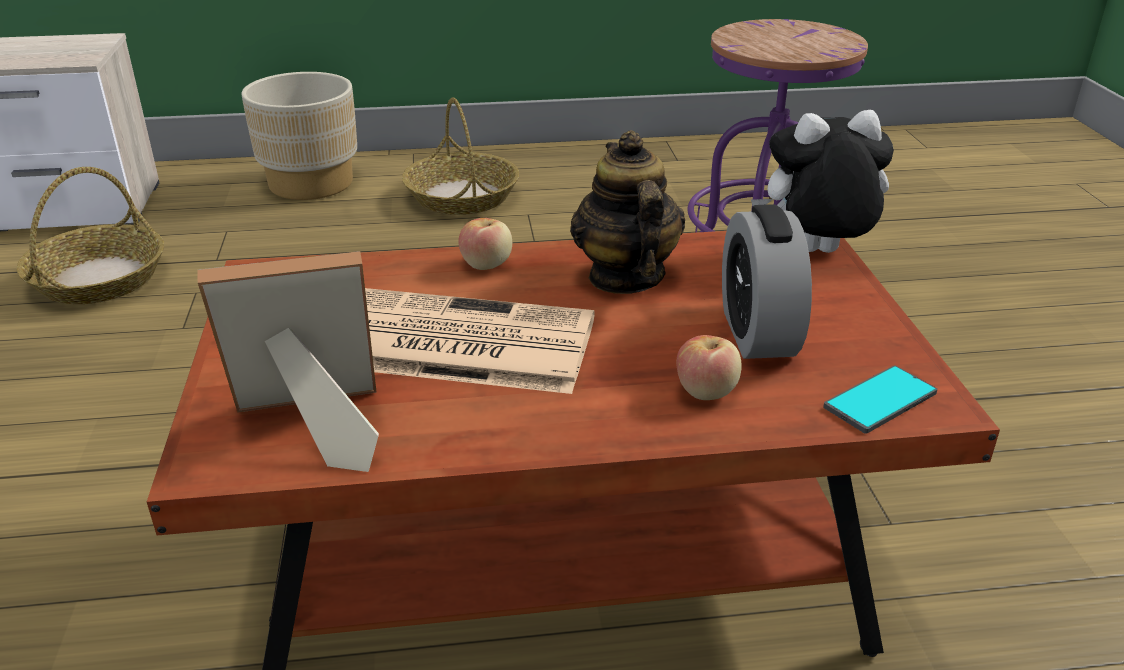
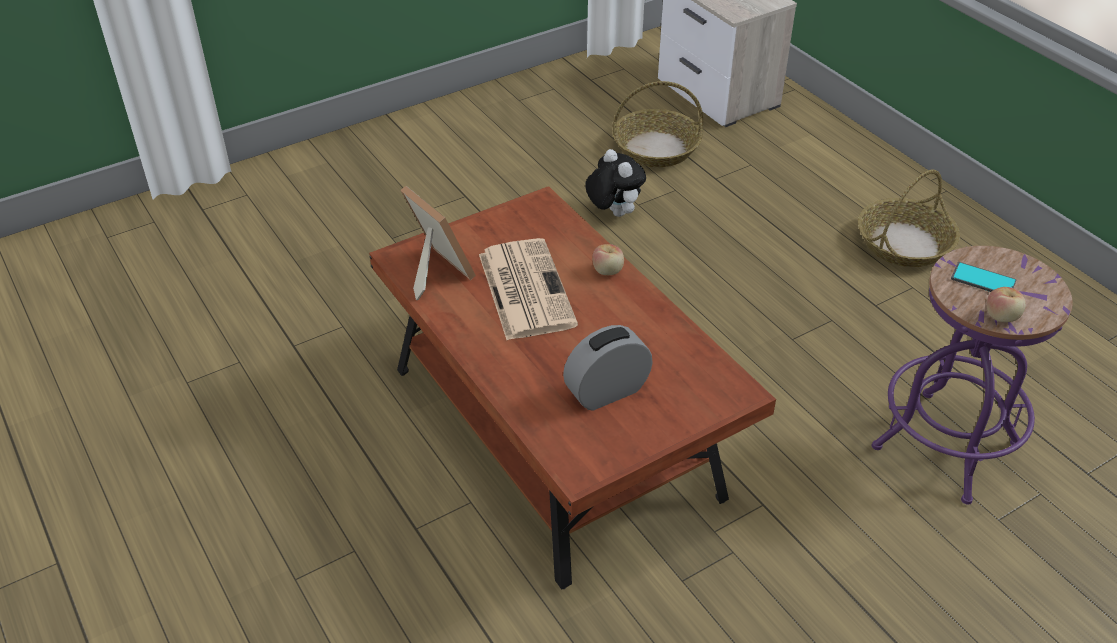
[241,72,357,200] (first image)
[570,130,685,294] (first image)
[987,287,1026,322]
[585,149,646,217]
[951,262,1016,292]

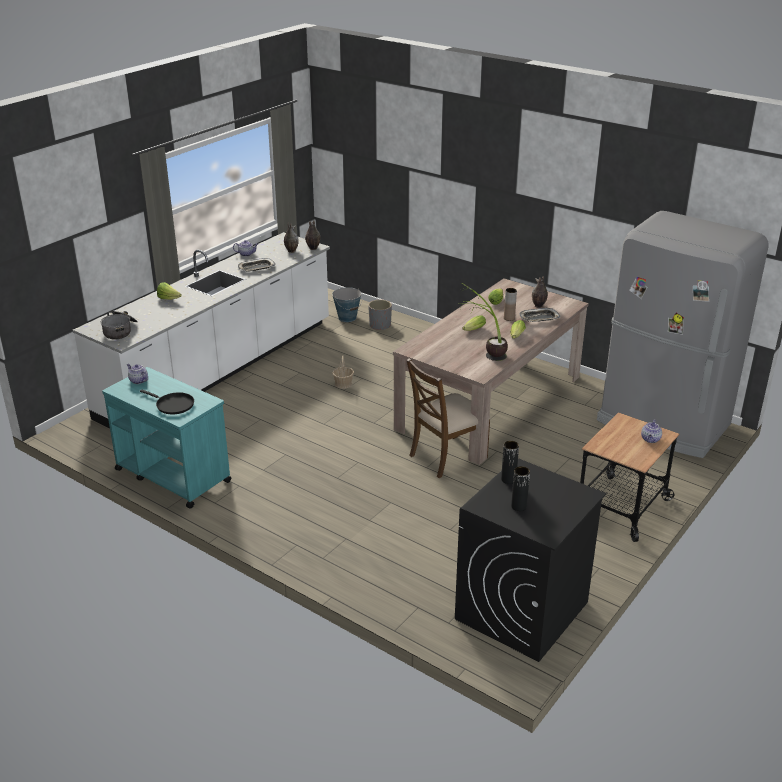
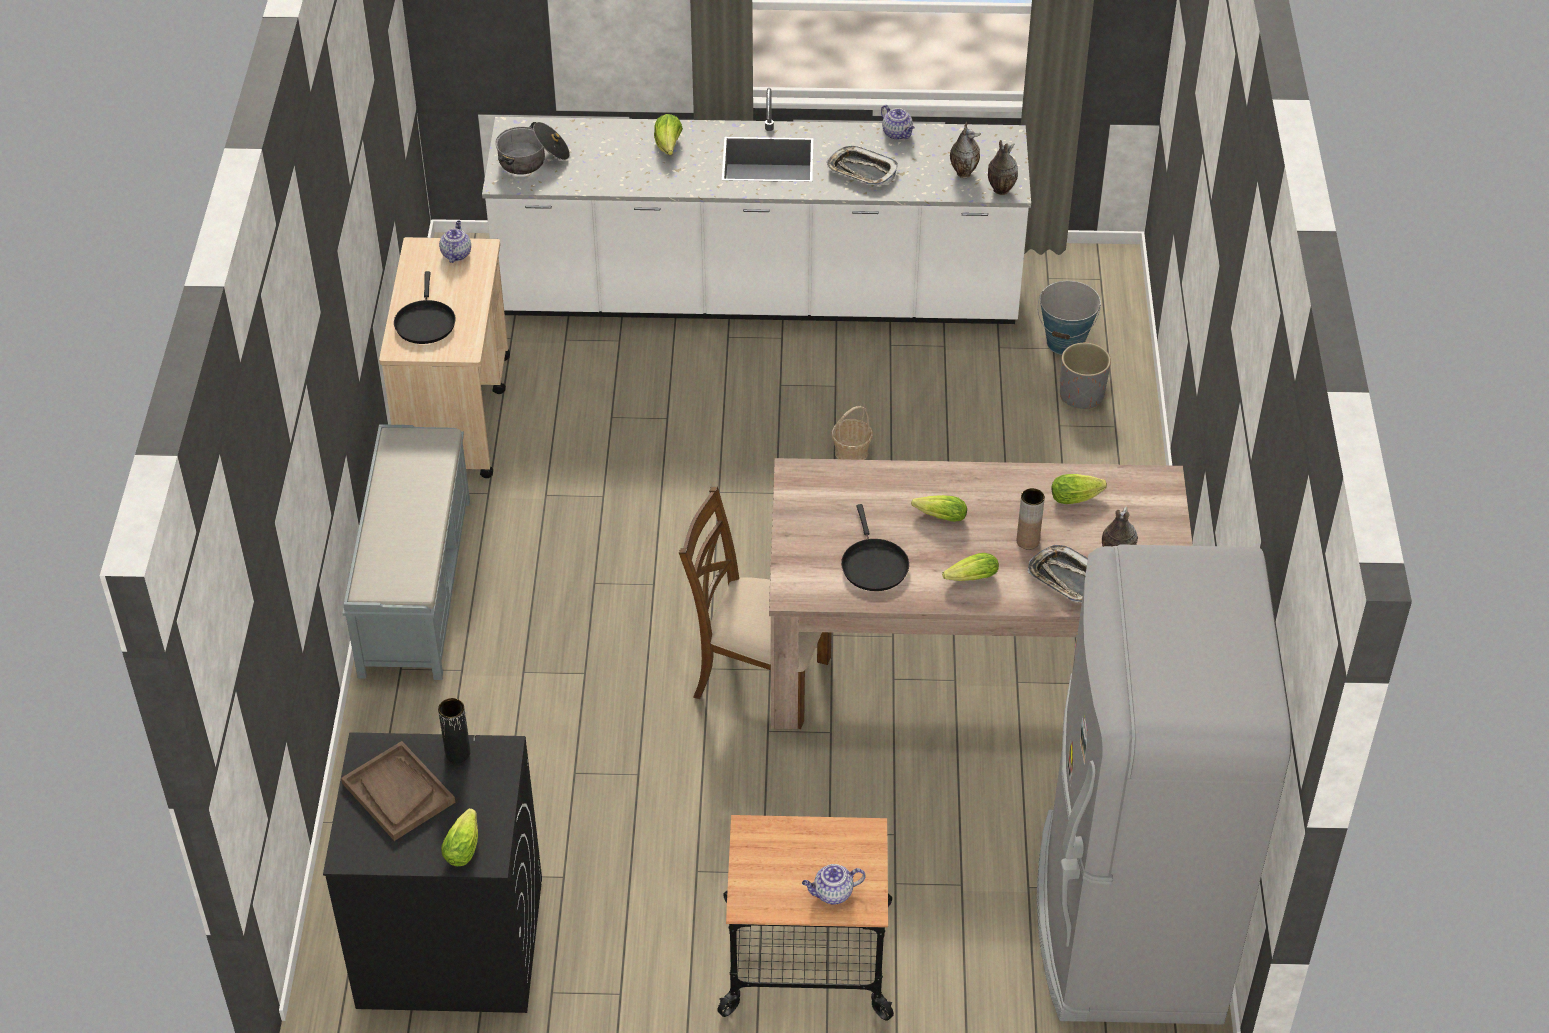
[342,424,470,680]
[441,808,478,866]
[841,504,909,591]
[341,741,455,841]
[379,237,510,478]

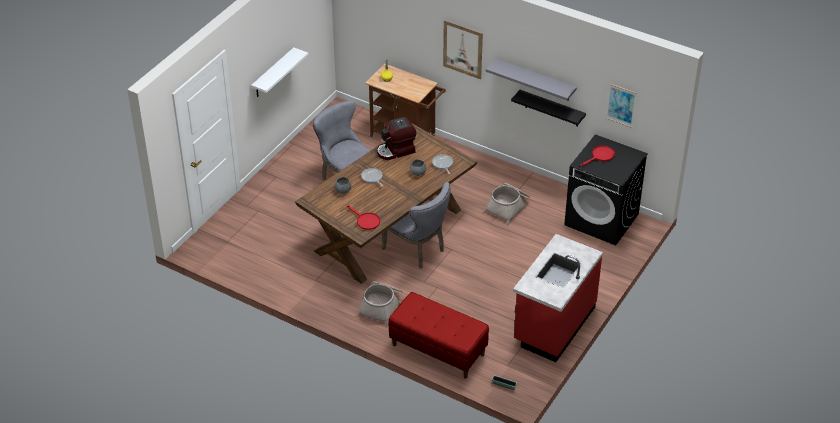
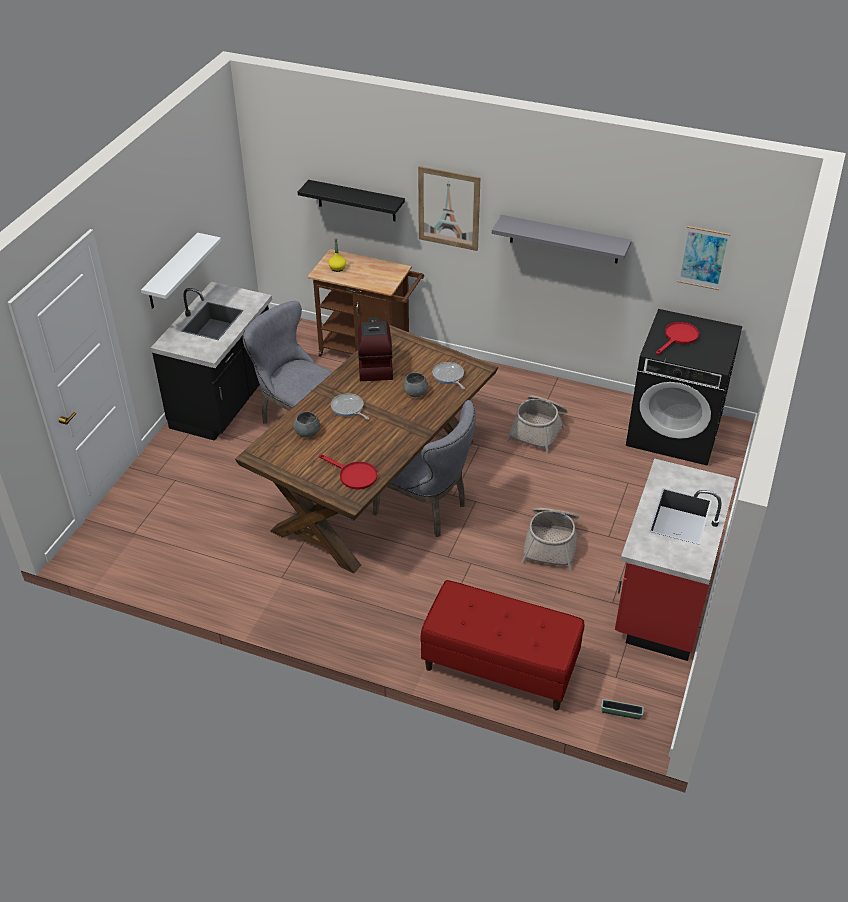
[151,282,272,441]
[521,508,579,571]
[298,180,405,221]
[357,317,393,381]

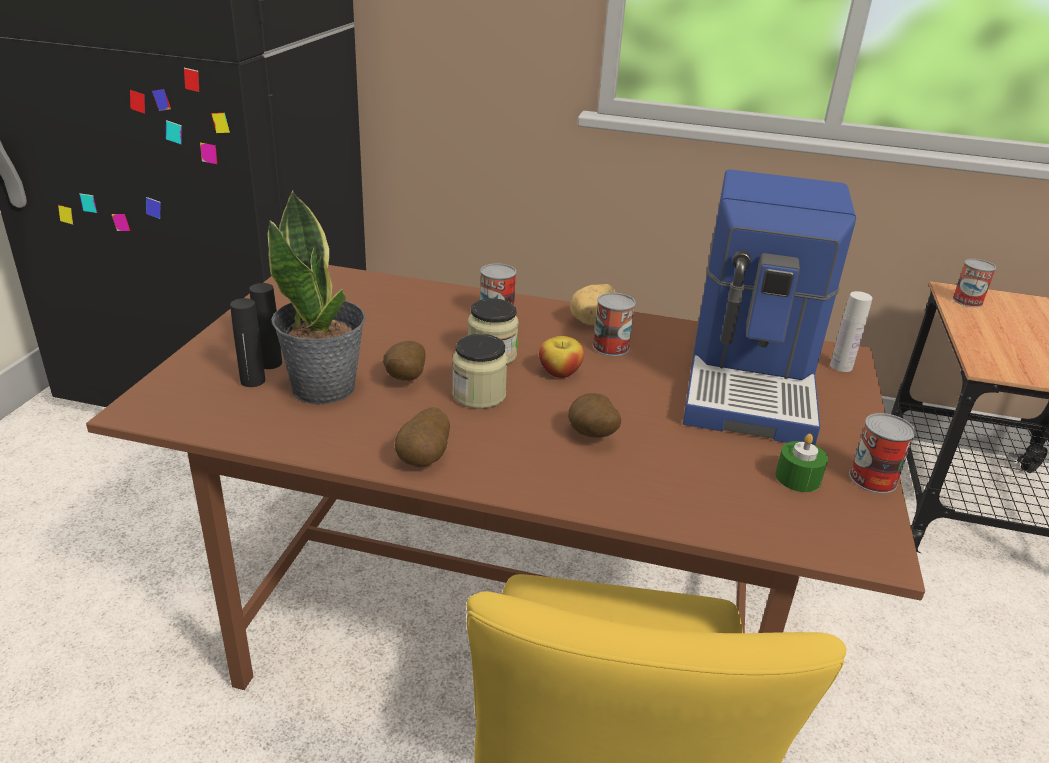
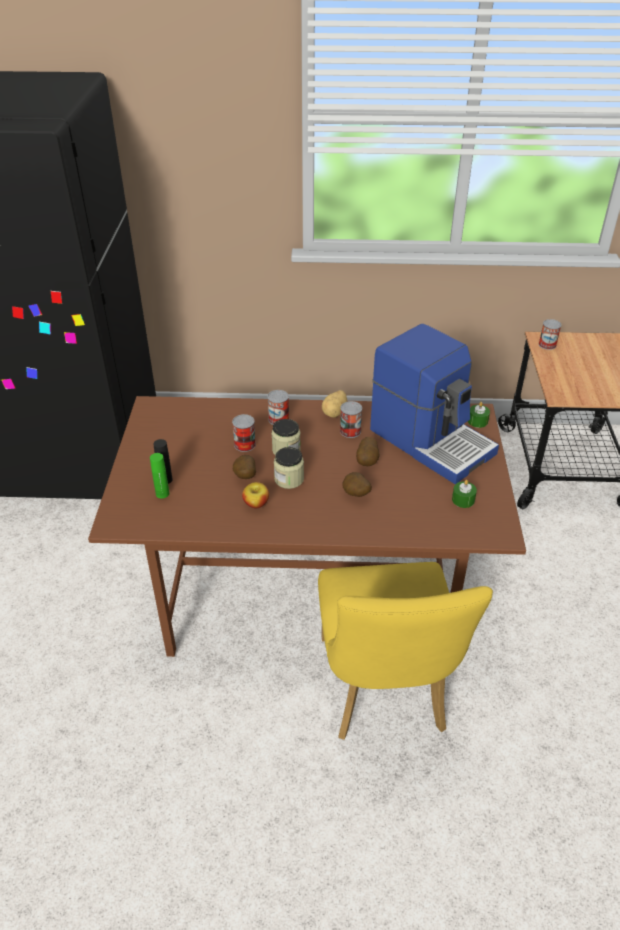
[268,190,366,404] (first image)
[356,437,380,466]
[242,482,269,508]
[232,414,256,452]
[468,402,490,428]
[150,453,169,499]
[370,324,499,484]

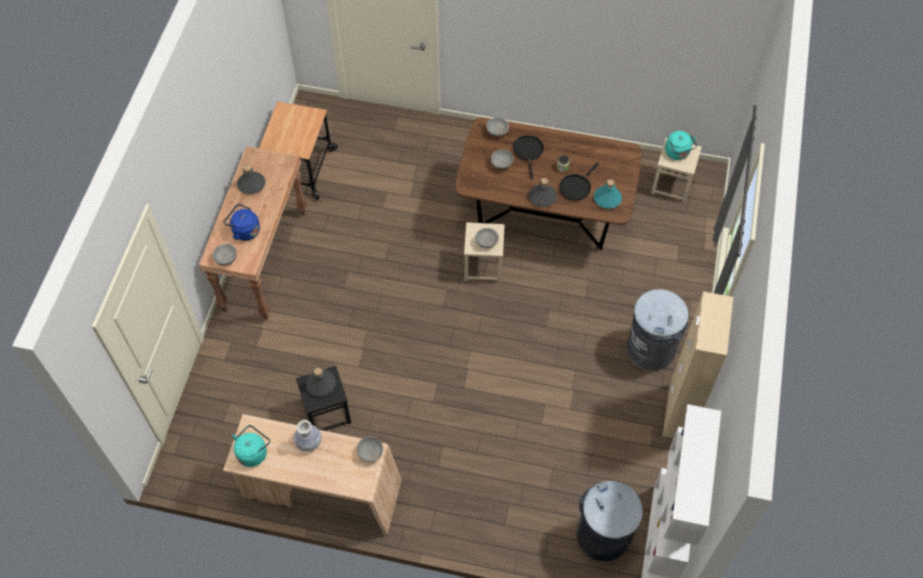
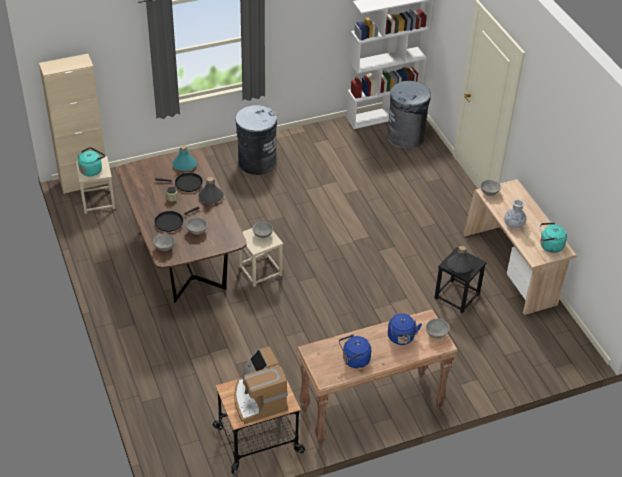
[234,346,288,425]
[39,54,108,194]
[339,334,371,368]

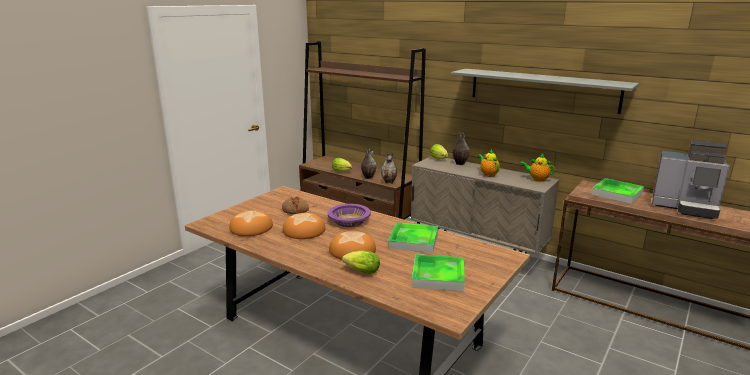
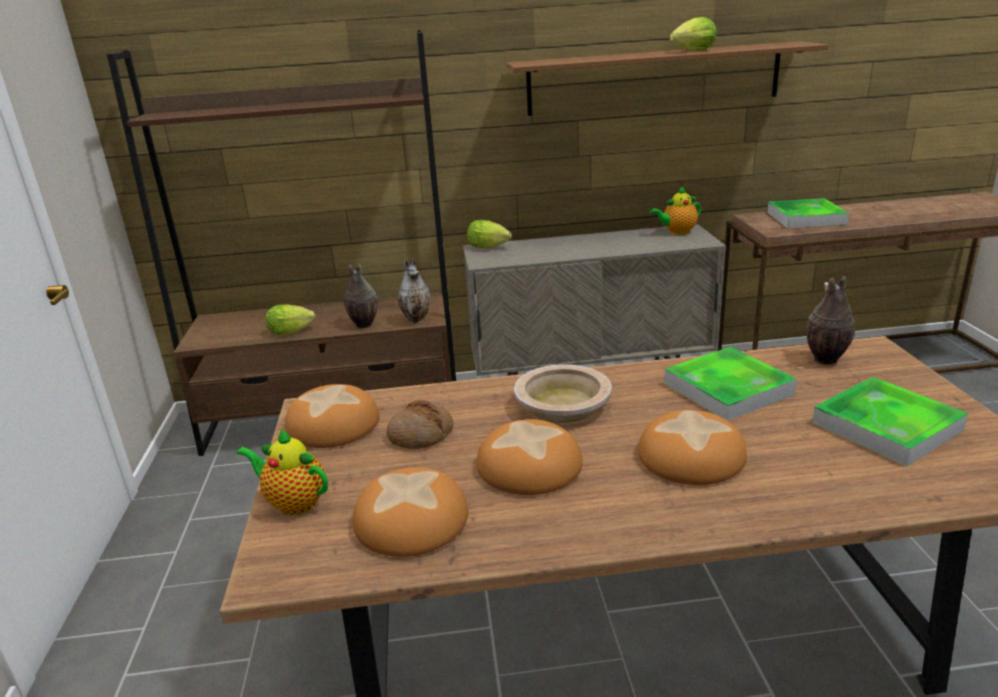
[652,140,730,219] (first image)
[285,384,379,448]
[670,17,717,51]
[807,276,855,365]
[236,428,328,515]
[514,364,612,423]
[506,41,829,116]

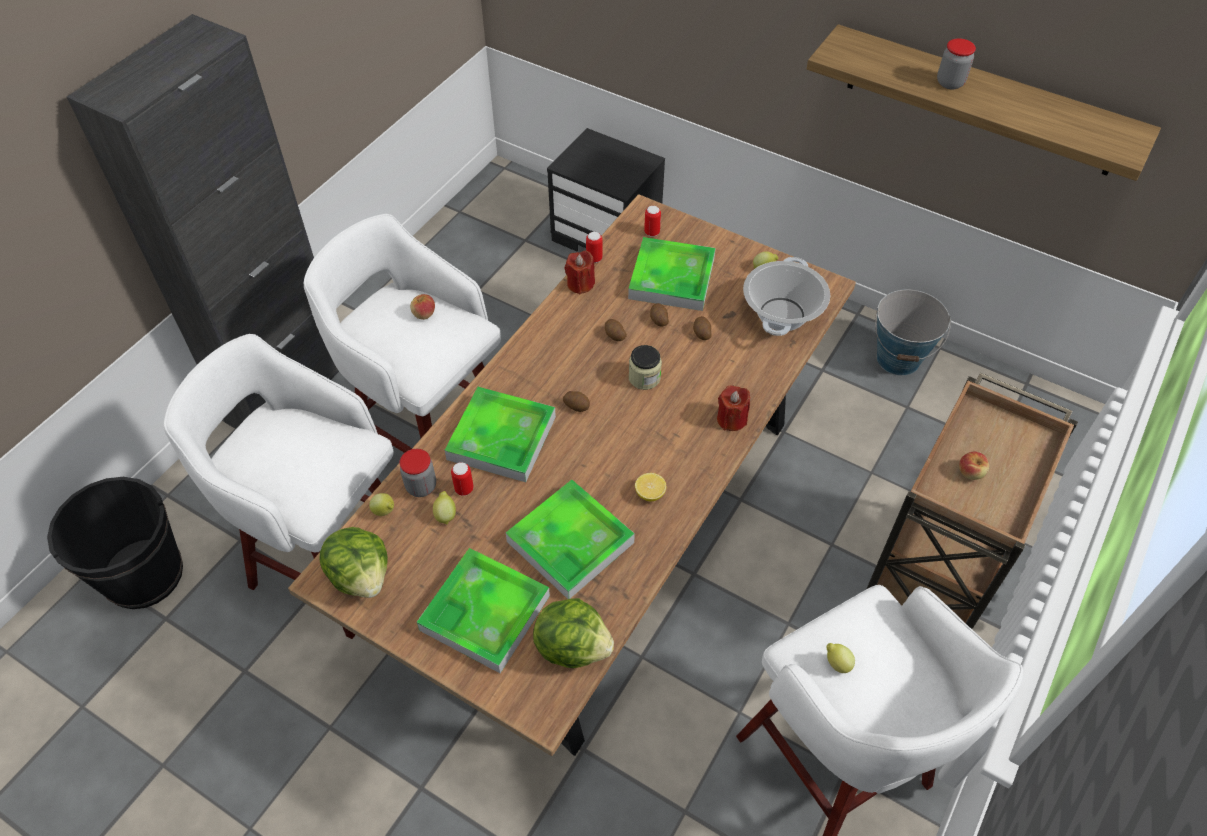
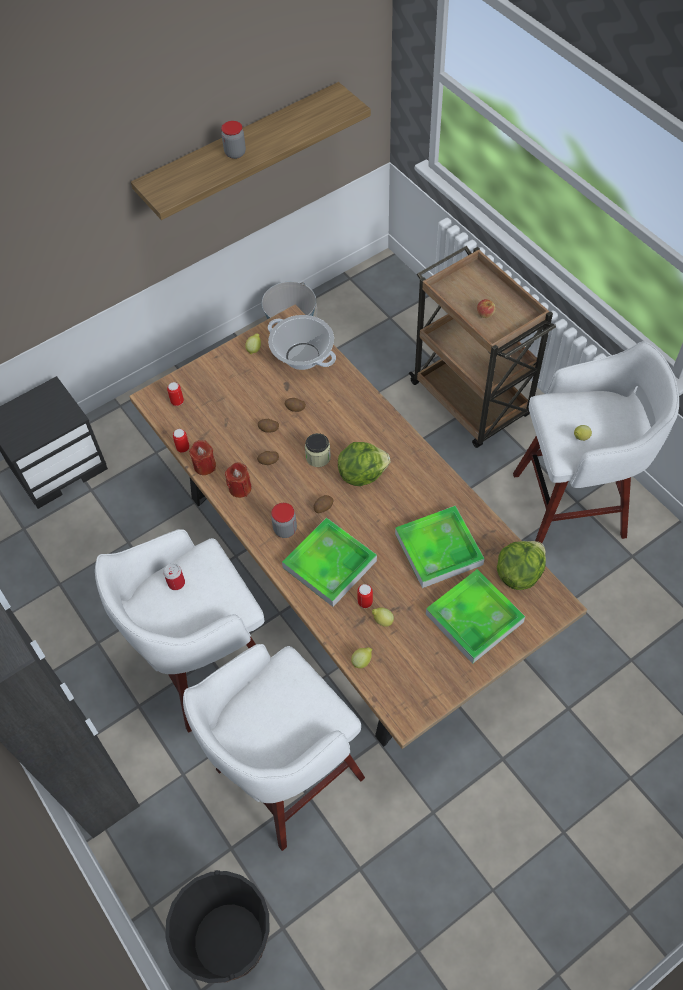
[628,237,716,311] (first image)
[635,473,666,501] (first image)
[338,442,390,486]
[271,503,297,538]
[225,462,252,498]
[163,563,185,590]

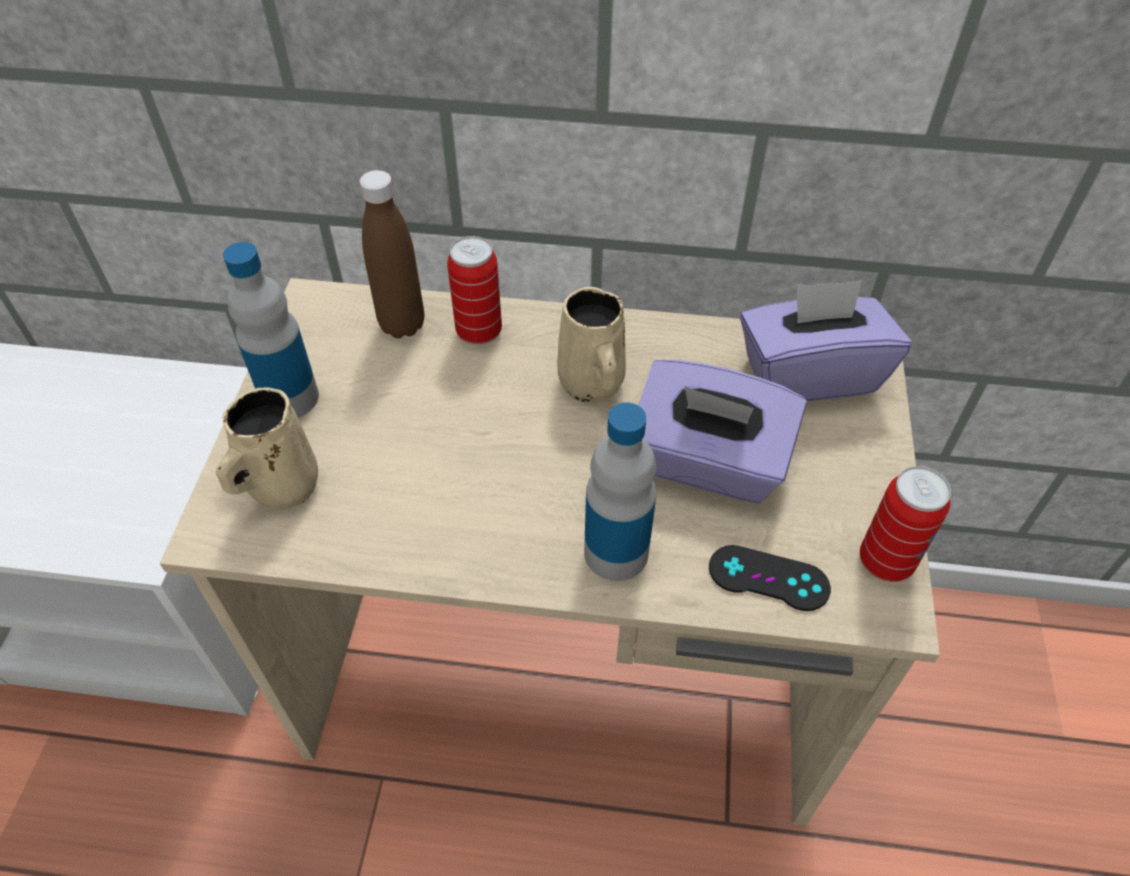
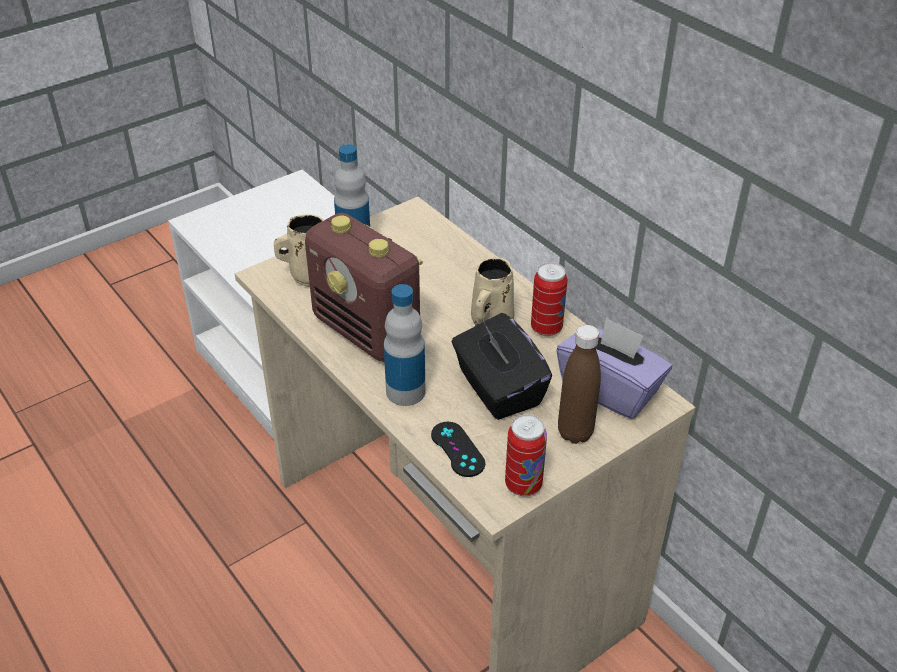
[305,213,423,363]
[558,325,601,444]
[531,262,567,336]
[452,313,552,420]

